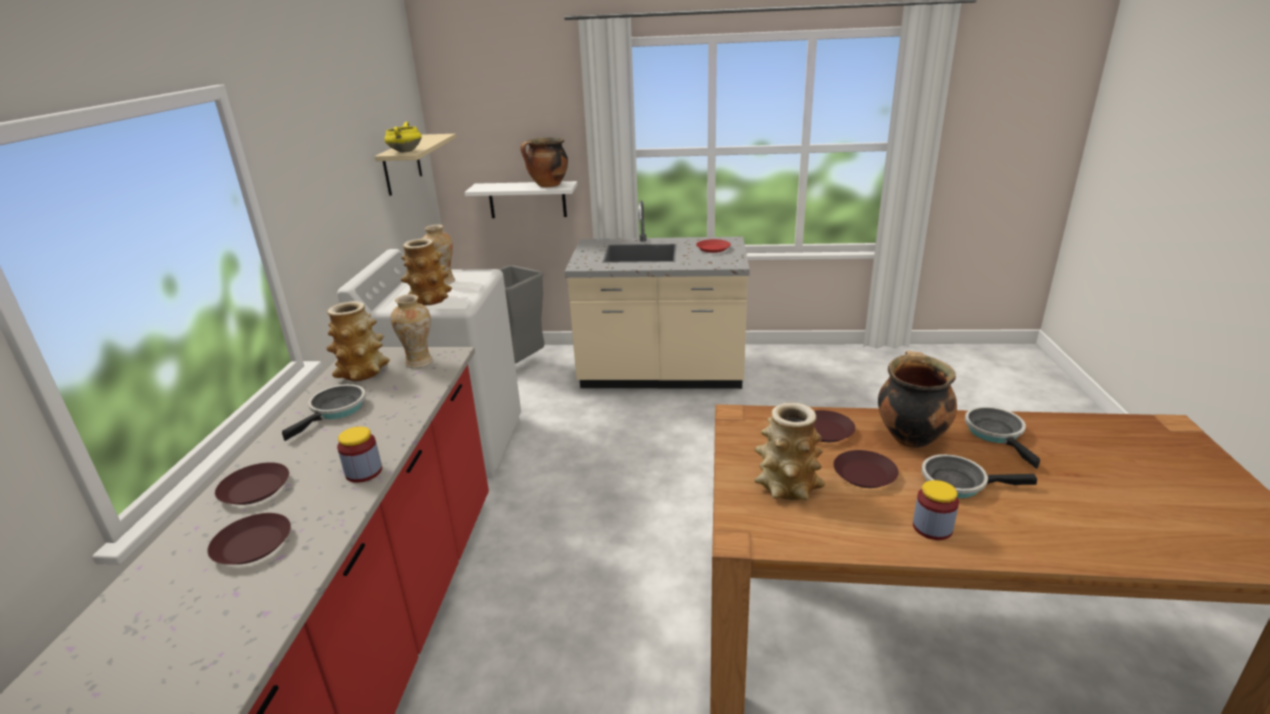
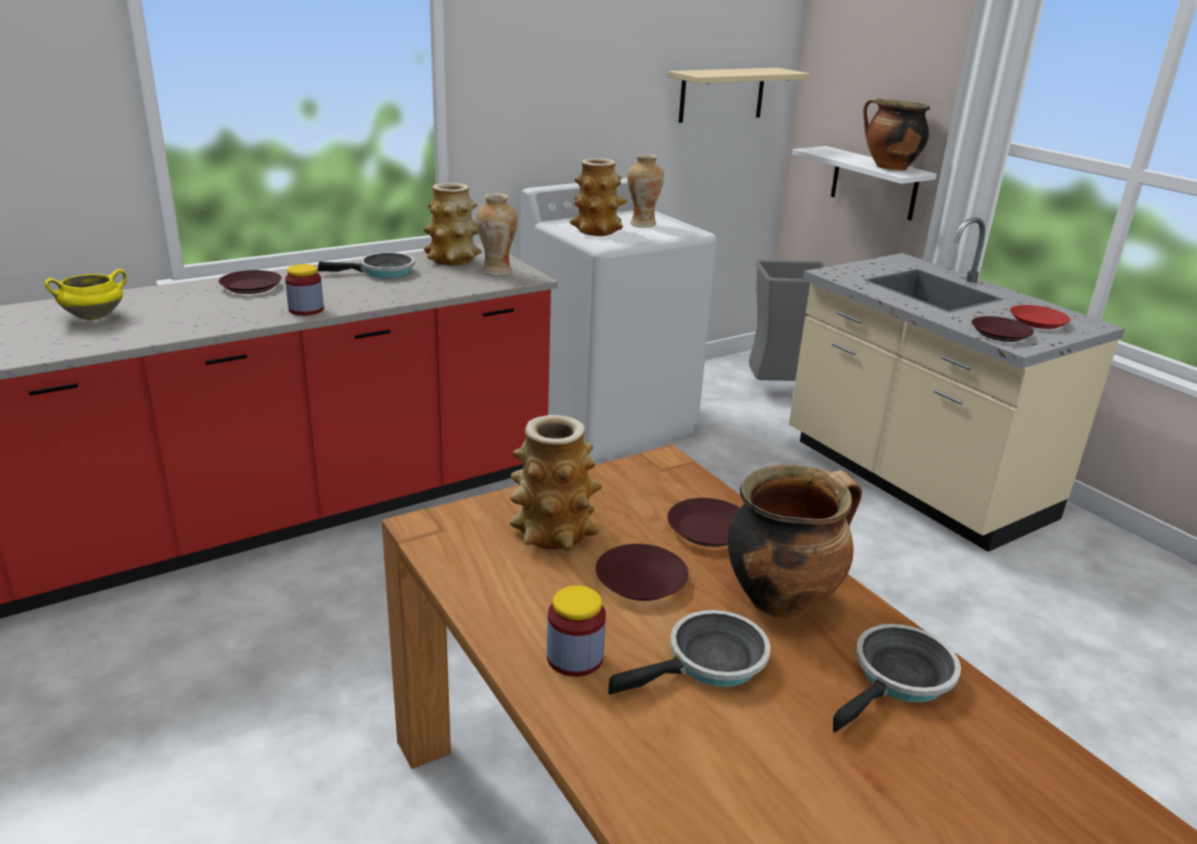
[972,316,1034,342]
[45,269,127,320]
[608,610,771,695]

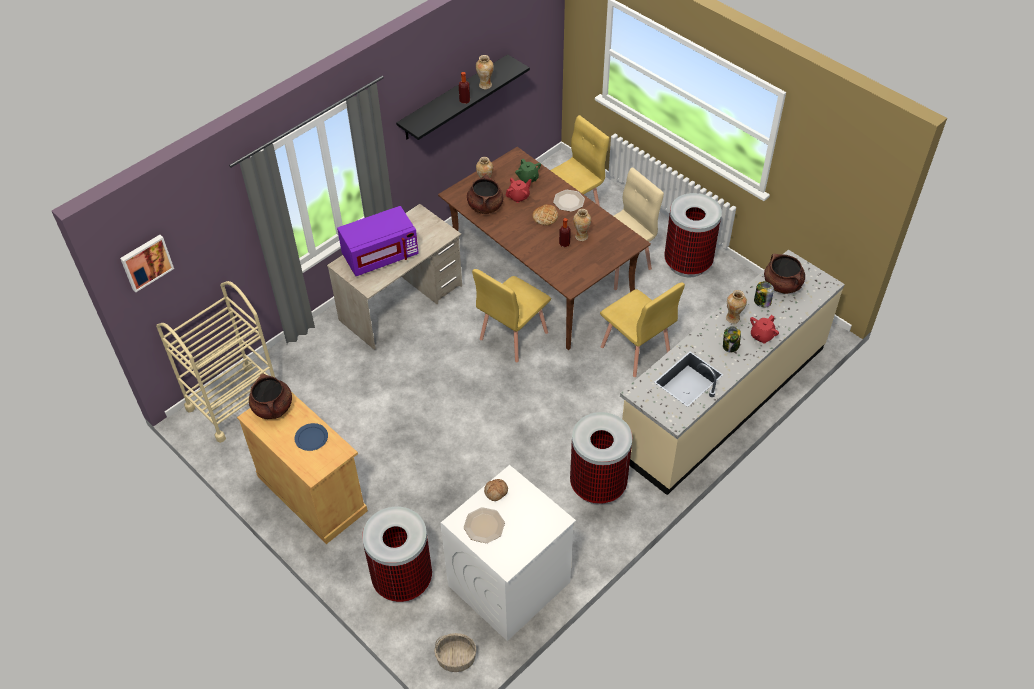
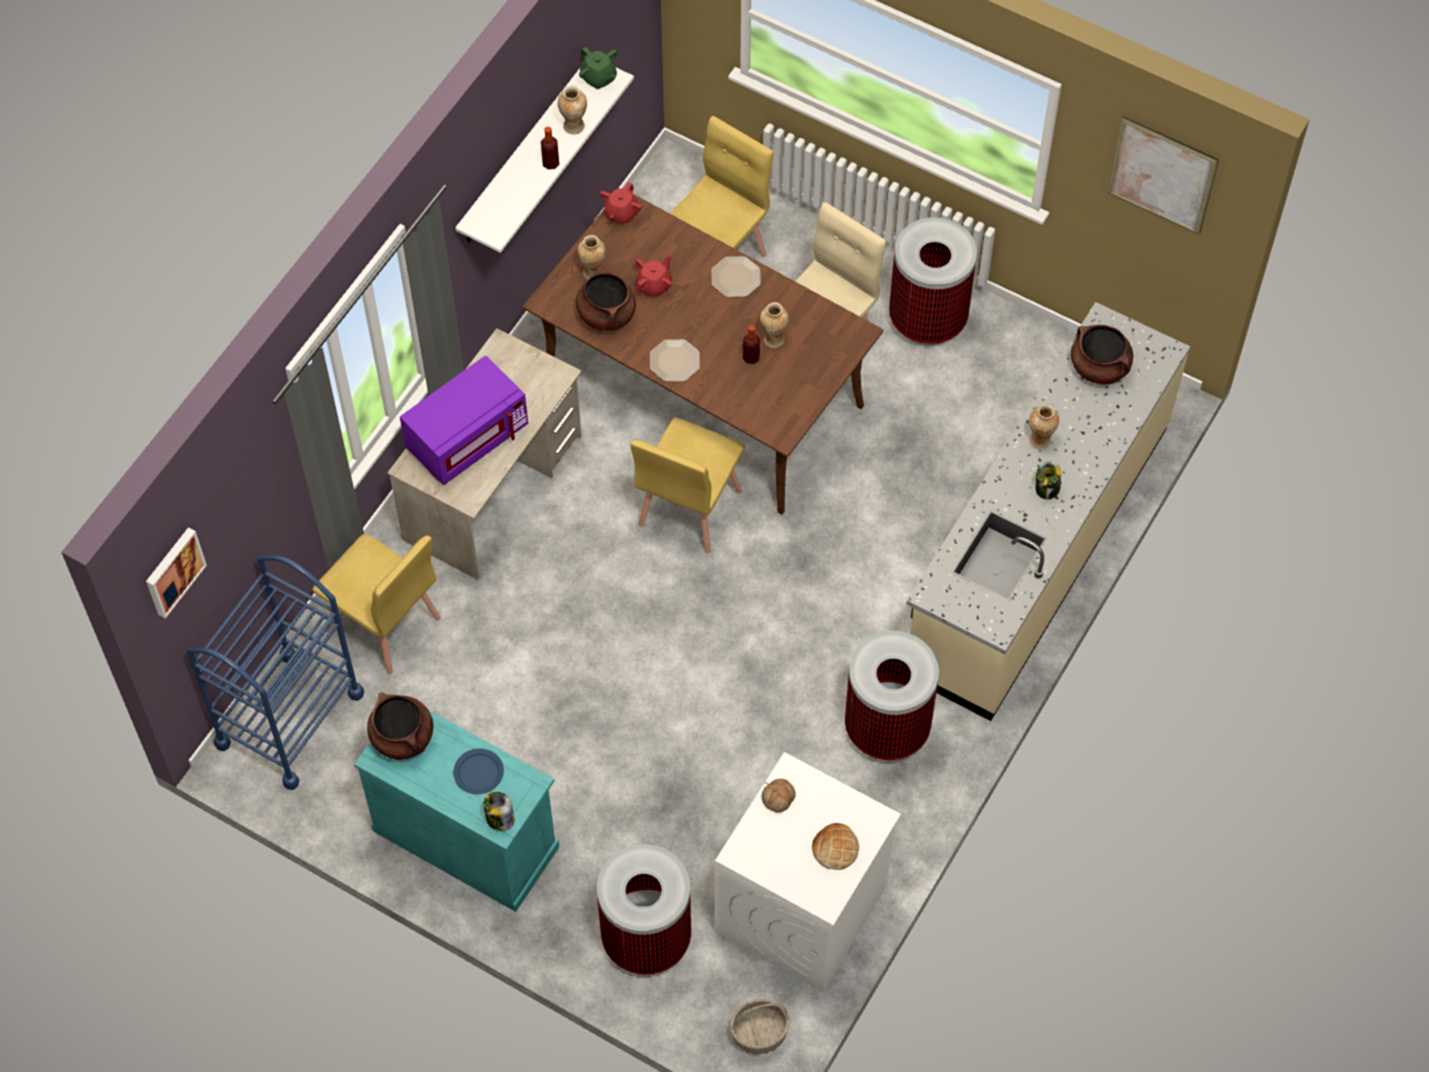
[1107,117,1219,235]
[650,339,700,381]
[579,47,617,89]
[812,823,859,870]
[312,534,441,674]
[600,182,642,224]
[484,792,515,831]
[186,555,364,790]
[354,710,559,912]
[455,68,634,253]

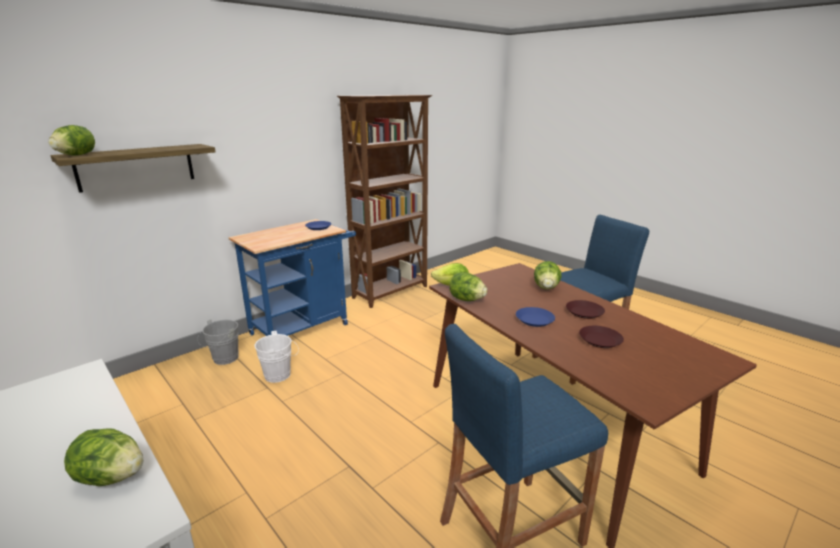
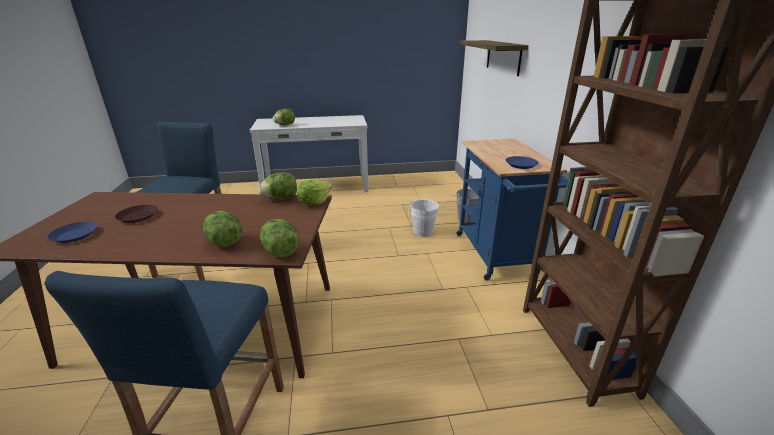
[566,300,605,319] (first image)
[260,219,300,258]
[47,221,98,243]

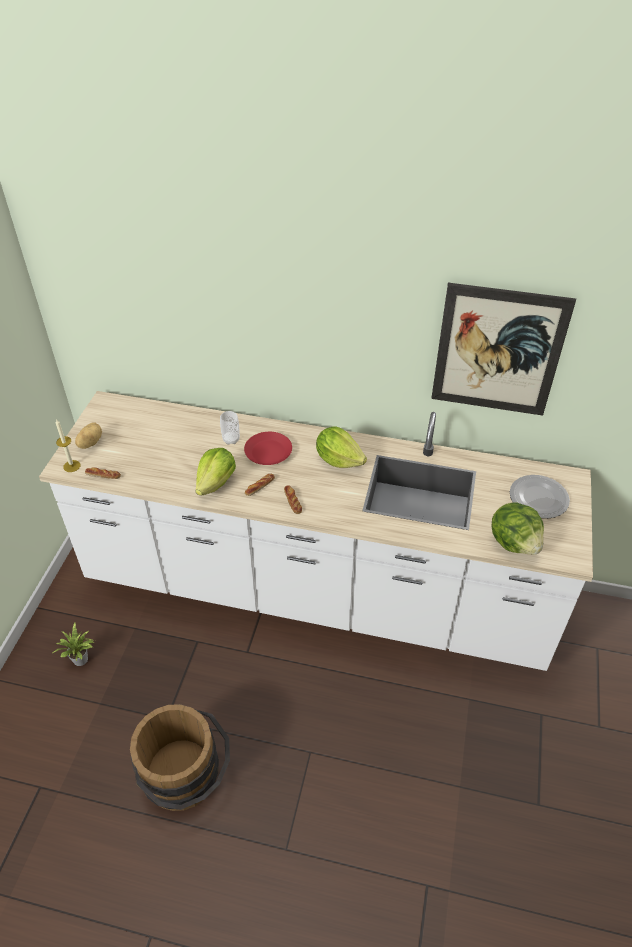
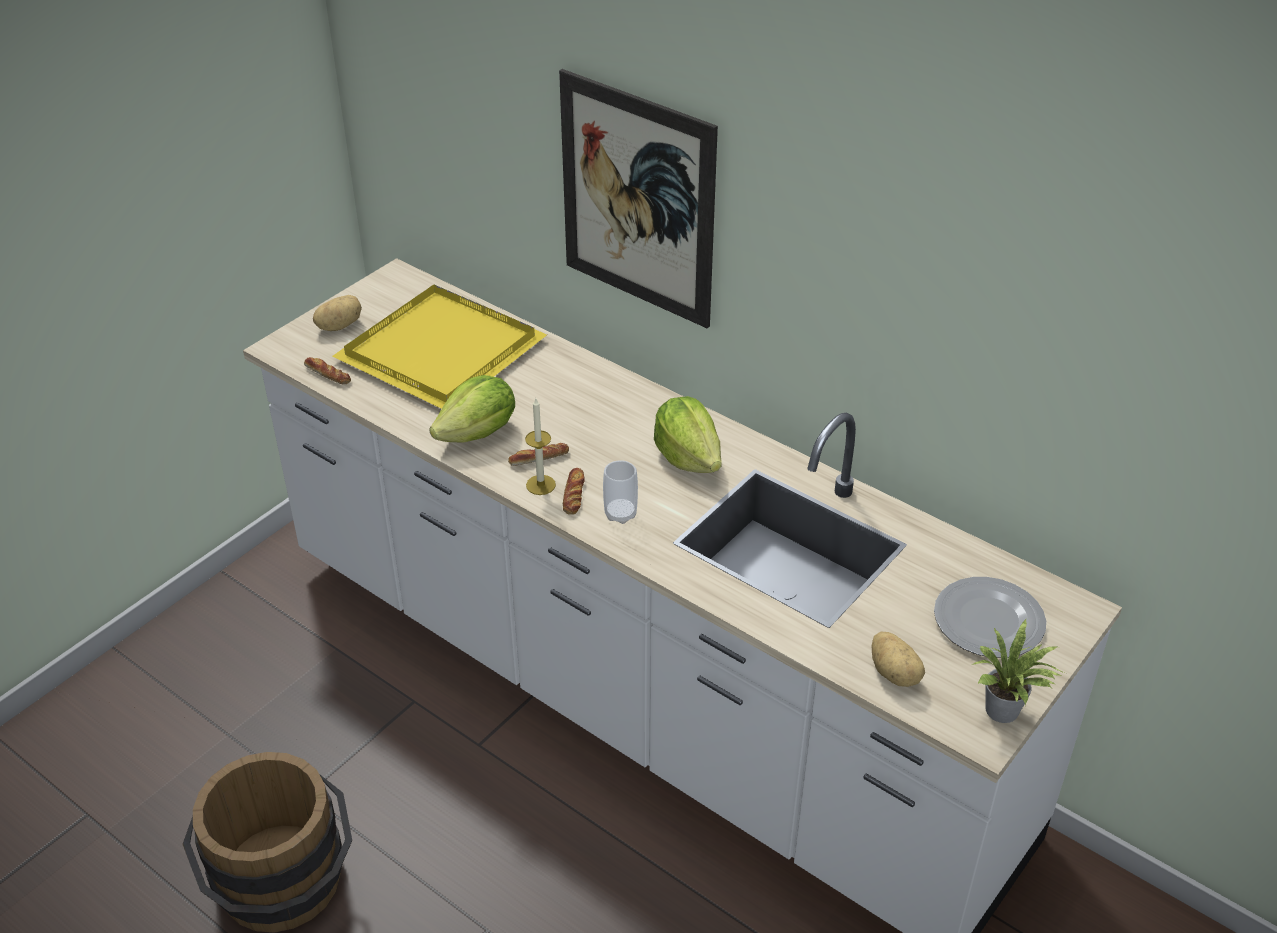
[244,432,292,465] (first image)
[332,285,547,409]
[972,619,1064,723]
[525,398,556,495]
[603,460,638,524]
[559,69,718,328]
[871,631,925,687]

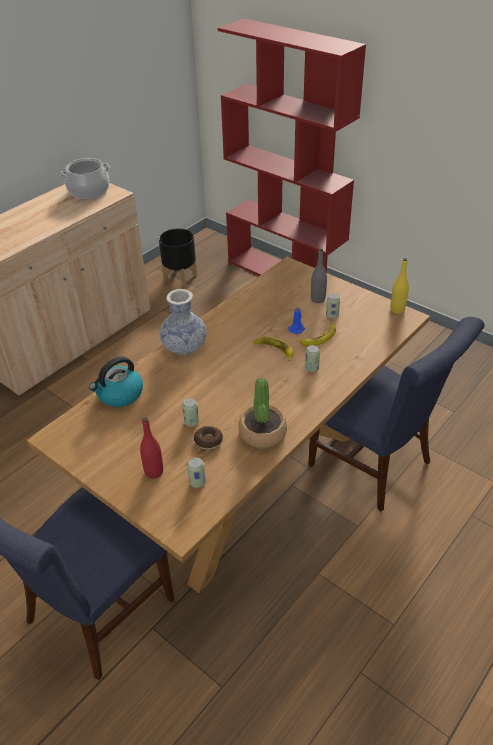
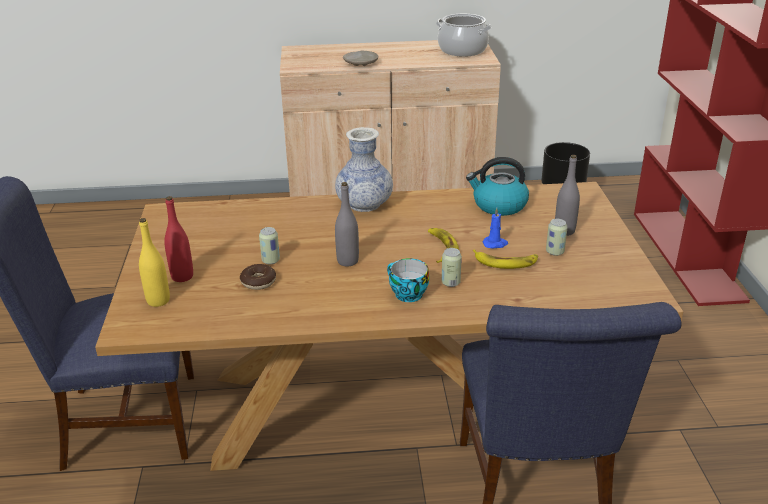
[187,457,206,488] (first image)
[239,377,287,449] (first image)
[335,182,359,267]
[343,51,378,66]
[387,258,429,302]
[466,157,529,216]
[139,218,170,307]

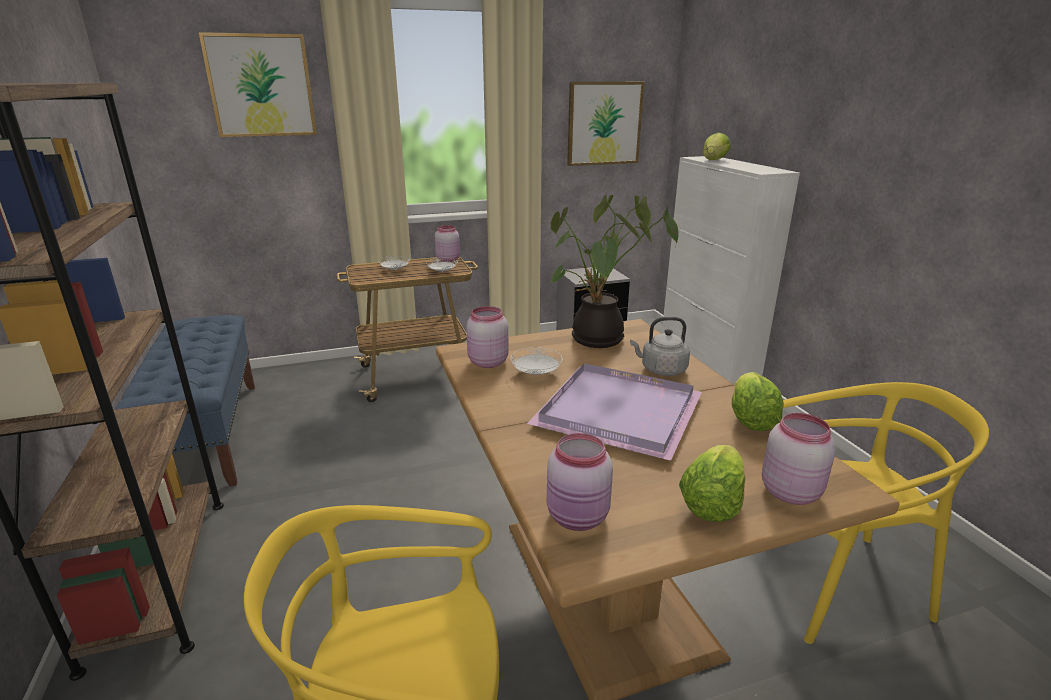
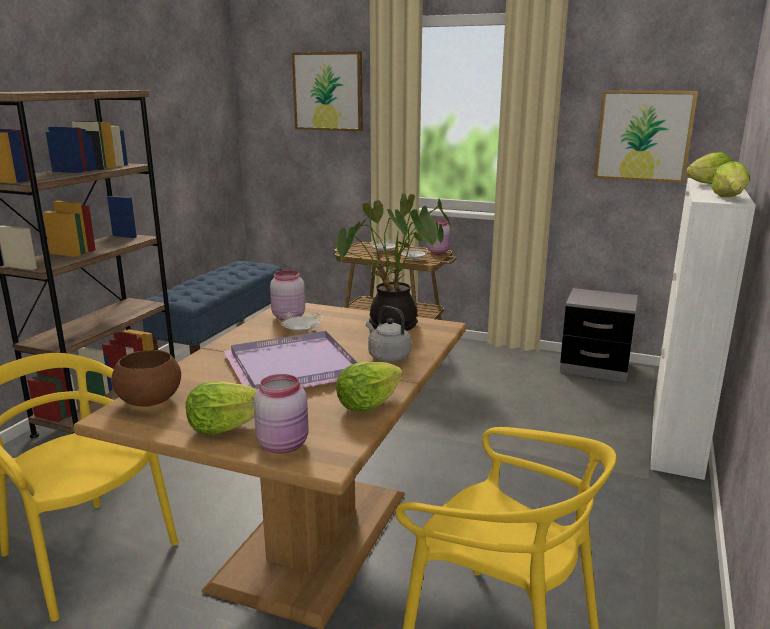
[711,161,749,197]
[112,350,181,407]

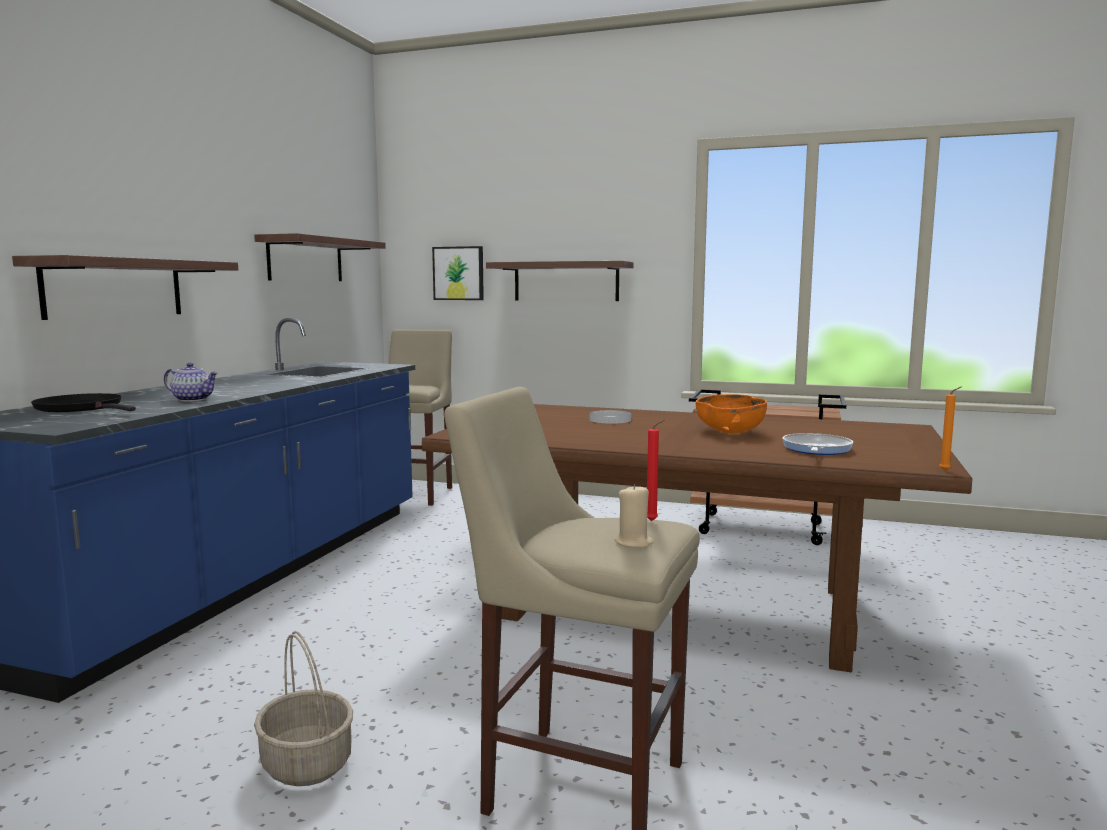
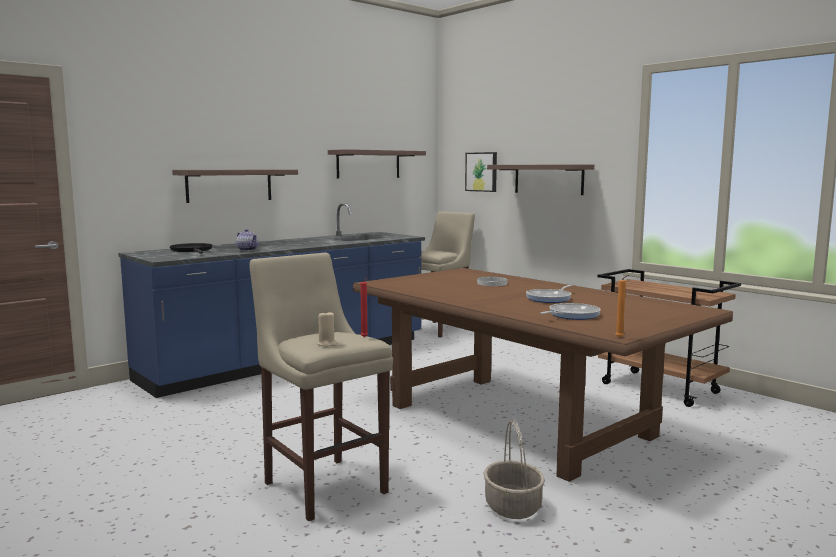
[483,420,545,519]
[526,285,571,303]

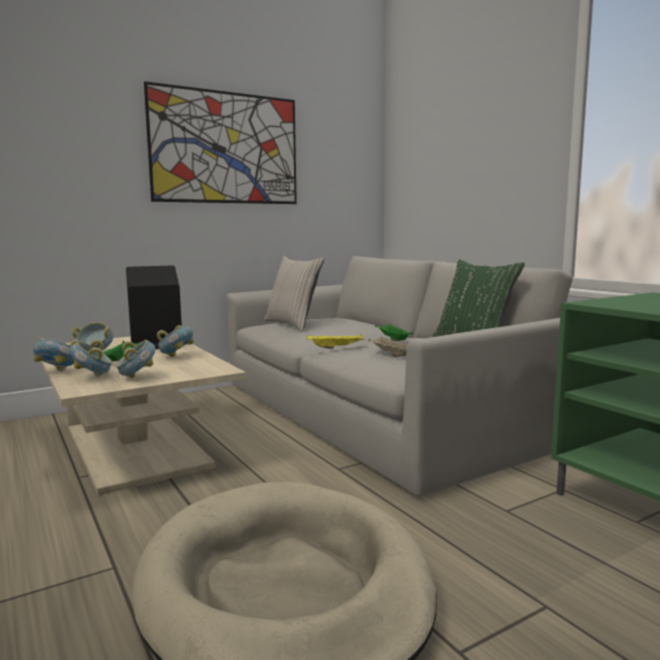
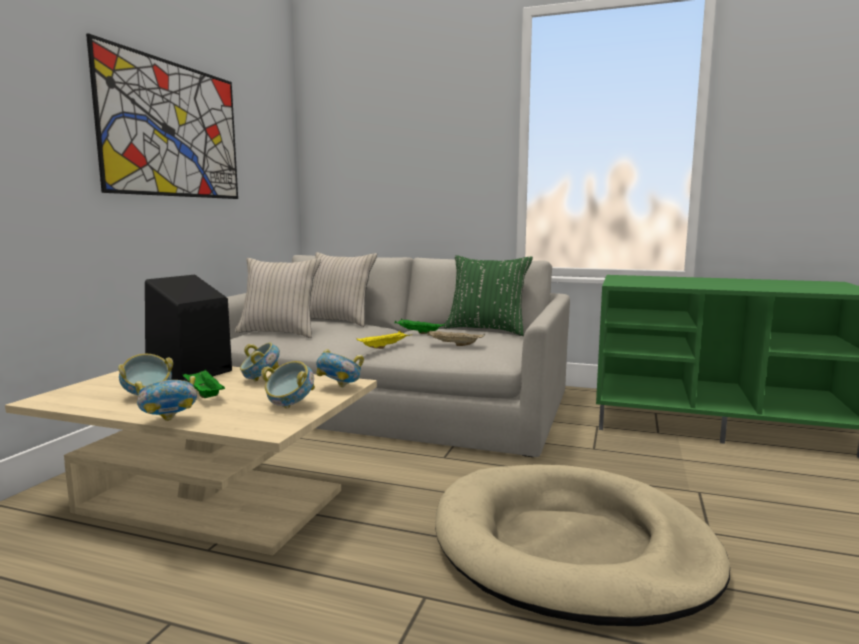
[310,252,377,327]
[316,349,364,387]

